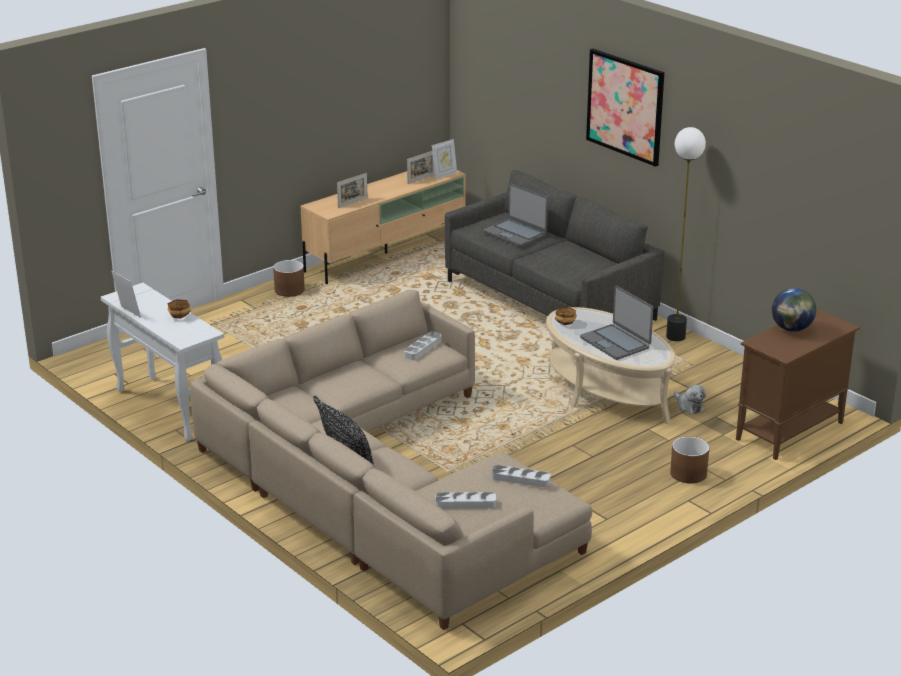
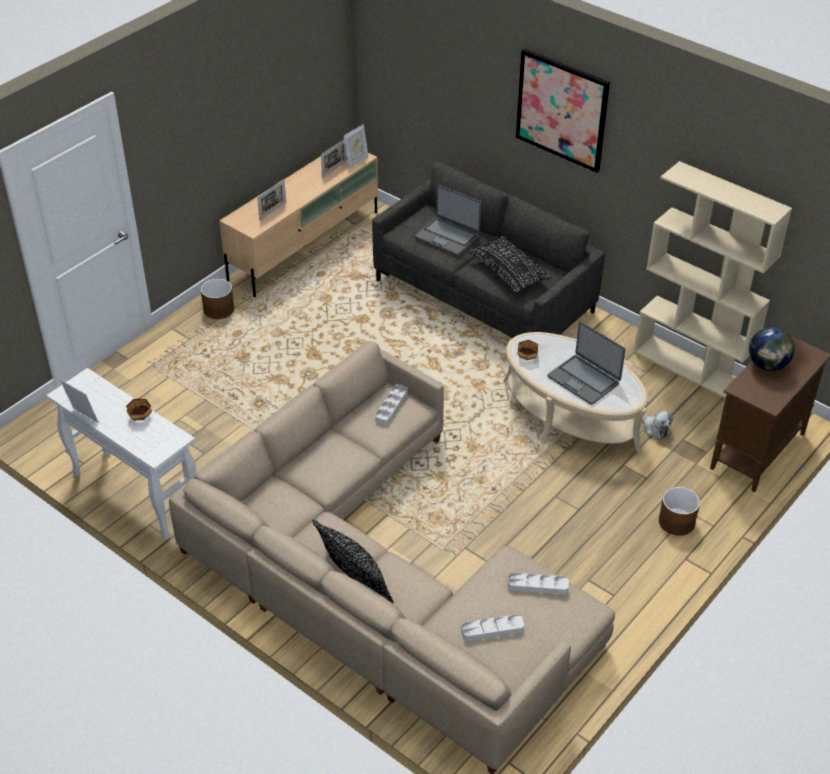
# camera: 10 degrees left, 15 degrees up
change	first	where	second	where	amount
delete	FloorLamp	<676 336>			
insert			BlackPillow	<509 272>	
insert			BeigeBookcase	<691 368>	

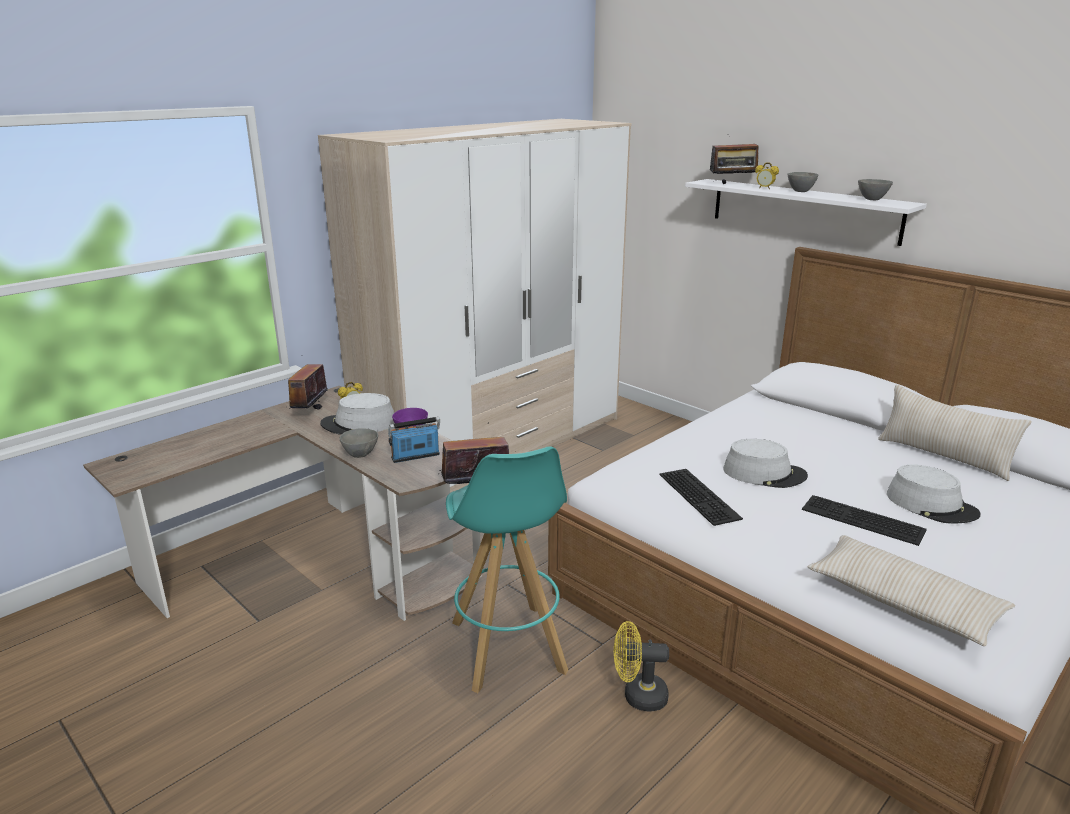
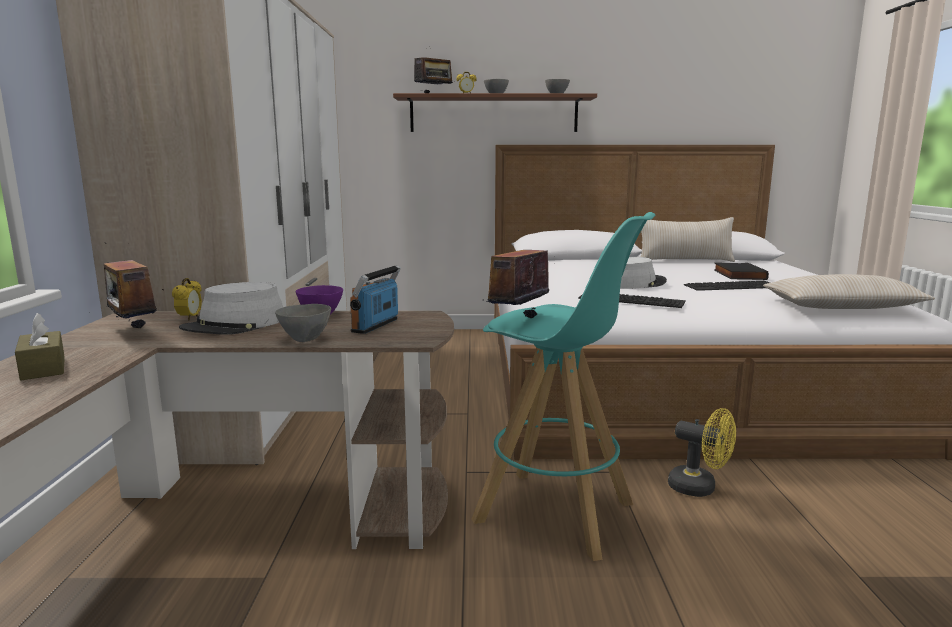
# camera: 45 degrees left, 10 degrees down
change	first	where	second	where	amount
rotate	YellowFan	<638 696>		<699 488>	105 degrees counterclockwise
recolor	WhiteShelf	<803 210>	BrownShelf	<494 114>	
replace	GreyHat	<931 505>	BlackBook	<738 275>	
insert			BrownTissueBox	<43 368>	

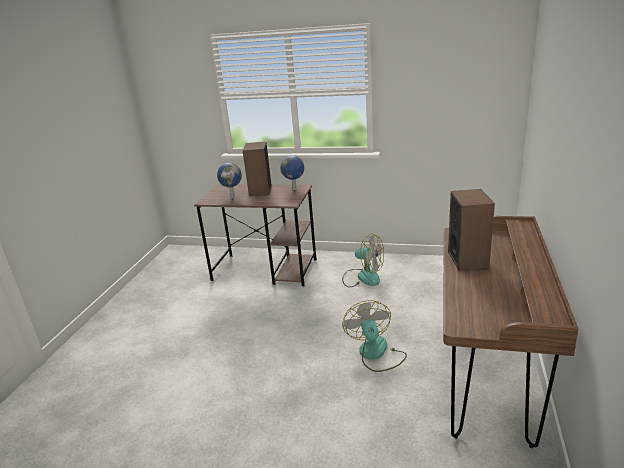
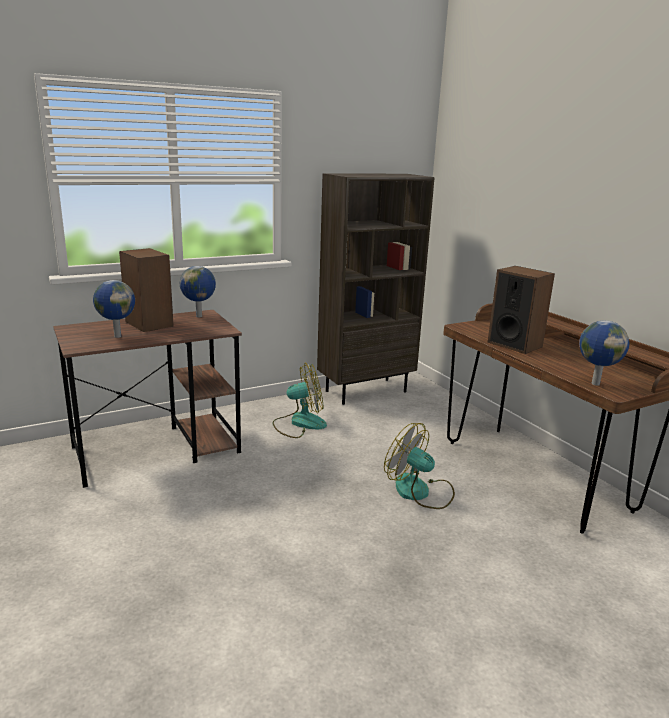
# camera: 45 degrees left, 5 degrees down
change	first	where	second	where	amount
insert			BrownBookcase	<366 391>	
insert			Globe	<595 383>	

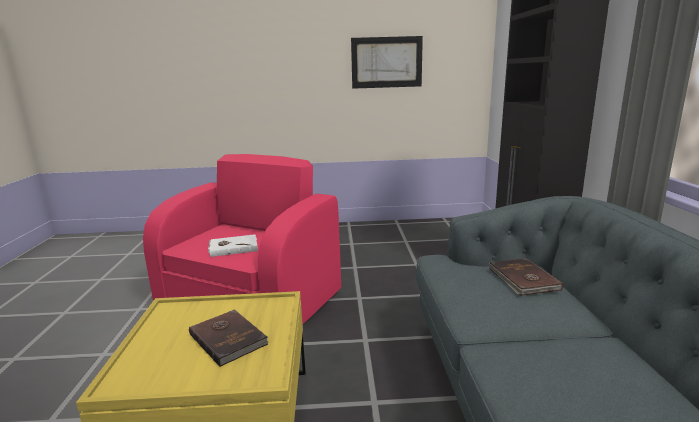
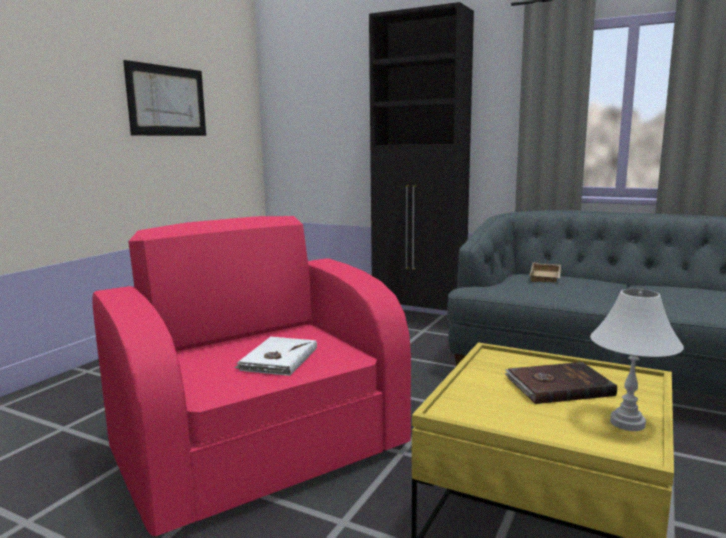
# camera: 60 degrees left, 5 degrees down
change	first	where	second	where	amount
replace	BrownBook	<522 279>	BeigeTray	<546 277>	
insert			WhiteTableLamp	<628 423>	

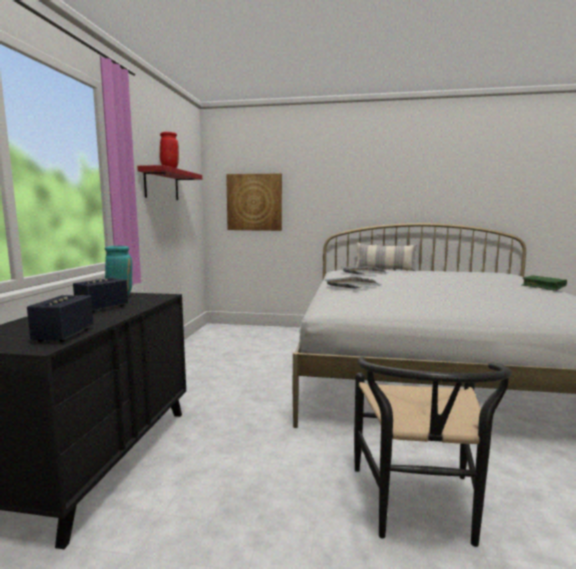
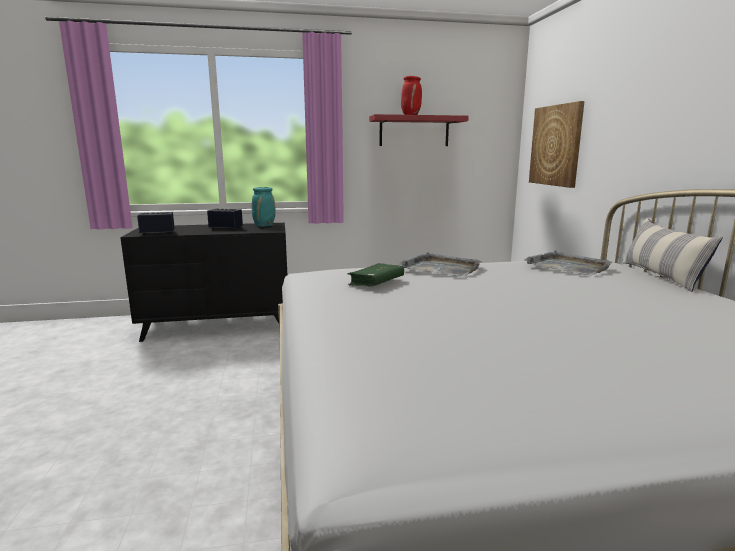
# camera: 70 degrees right, 5 degrees up
change	first	where	second	where	amount
delete	BlackChair	<419 510>			
move	GreenBook	<543 287>		<376 282>	

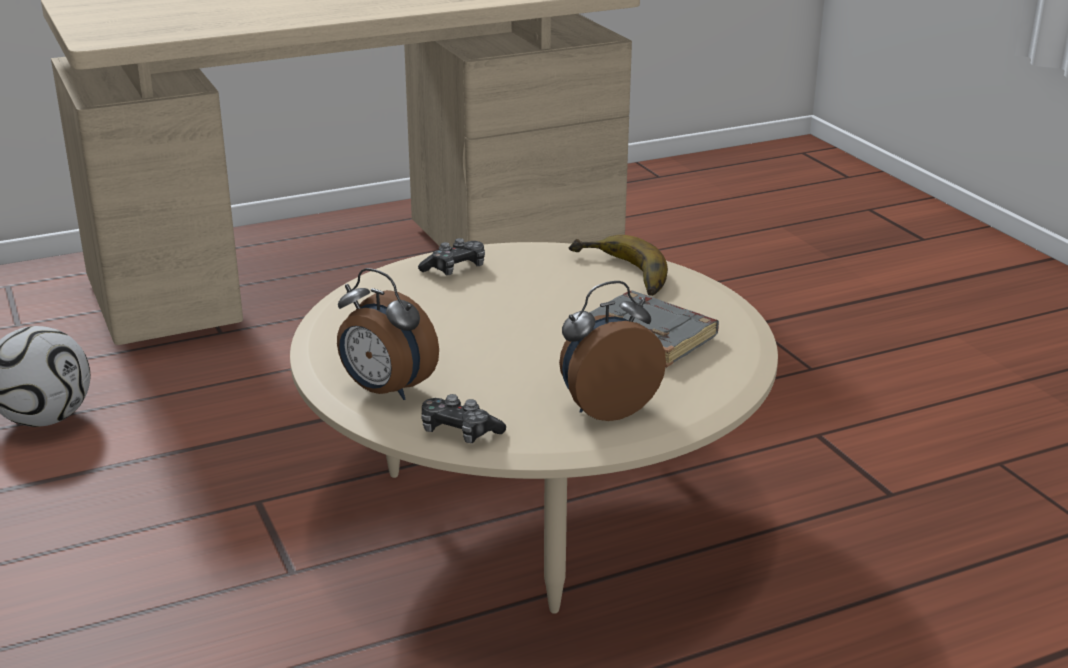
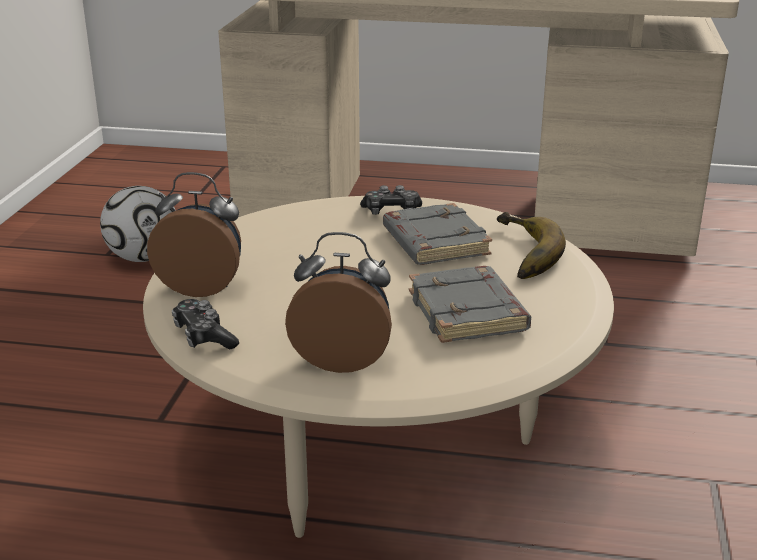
# camera: 35 degrees right, 0 degrees up
change	first	where	second	where	amount
rotate	AlarmClock	<385 391>		<202 286>	120 degrees clockwise
insert			GreyBook	<433 242>	

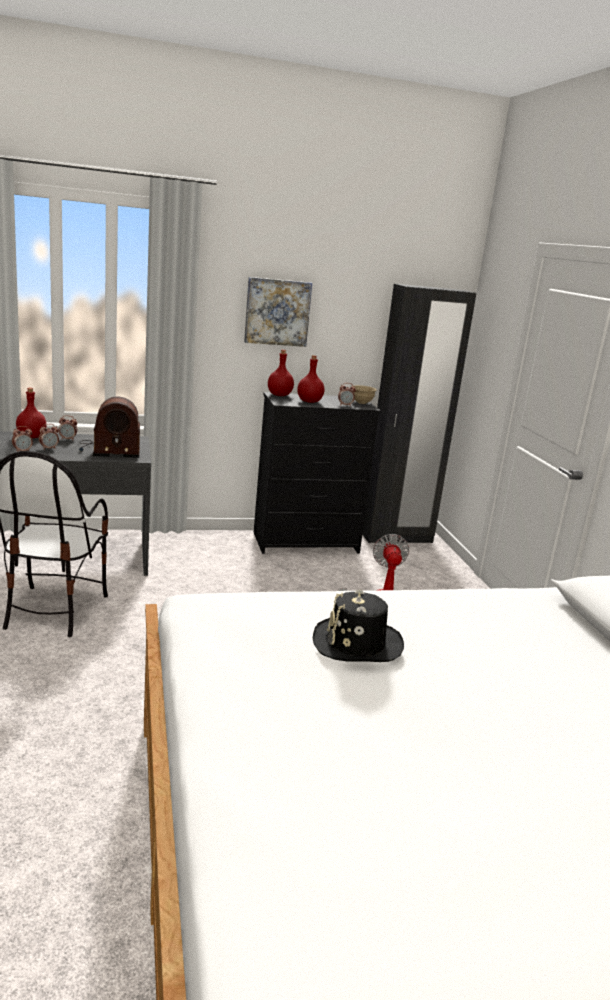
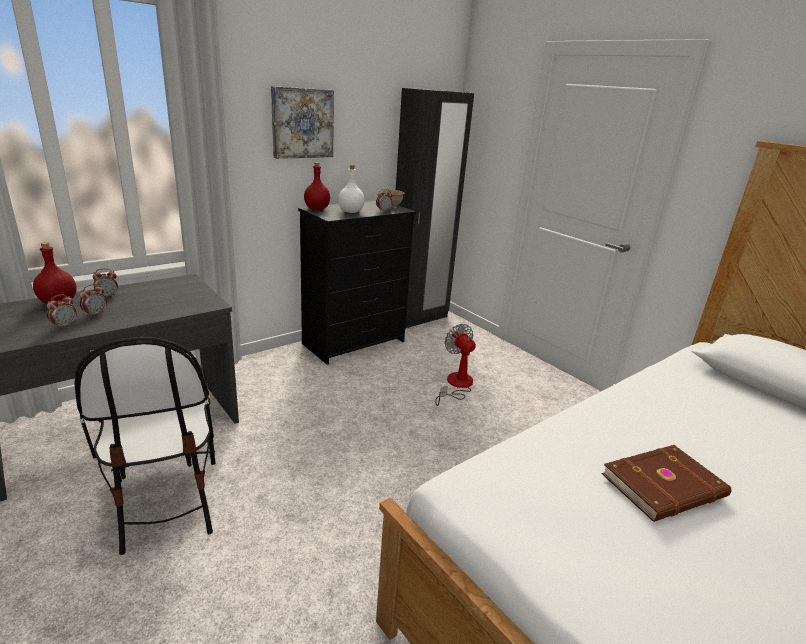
# camera: 25 degrees left, 5 degrees up
change	first	where	second	where	amount
delete	Radio	<109 450>			
recolor	RedBottle	<309 401>	WhiteBottle	<350 212>	
replace	BlackHat	<357 643>	BrownBook	<665 487>	

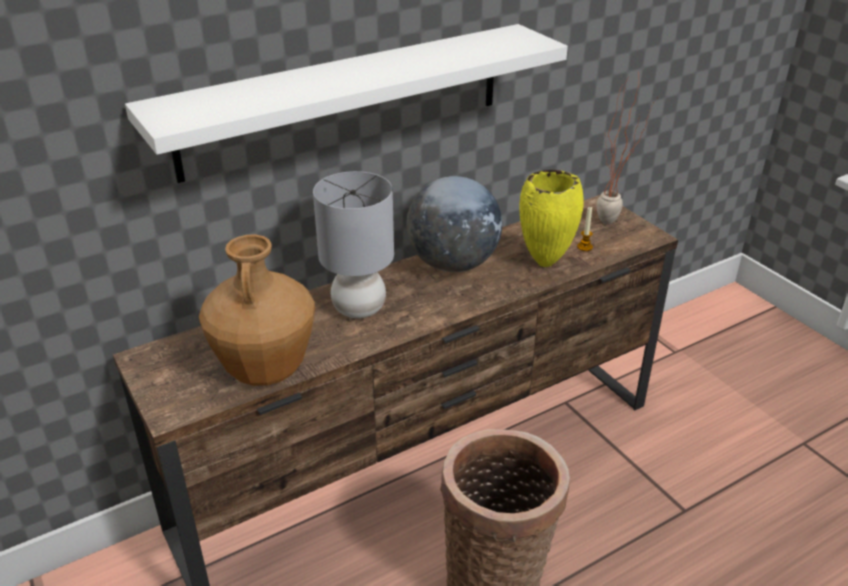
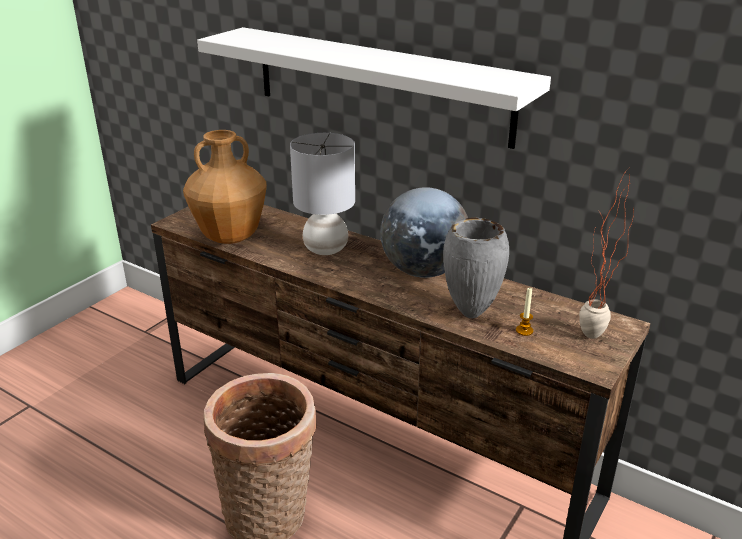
# camera: 65 degrees right, 5 degrees down
change	first	where	second	where	amount
recolor	YellowVase	<545 264>	GreyVase	<469 314>	

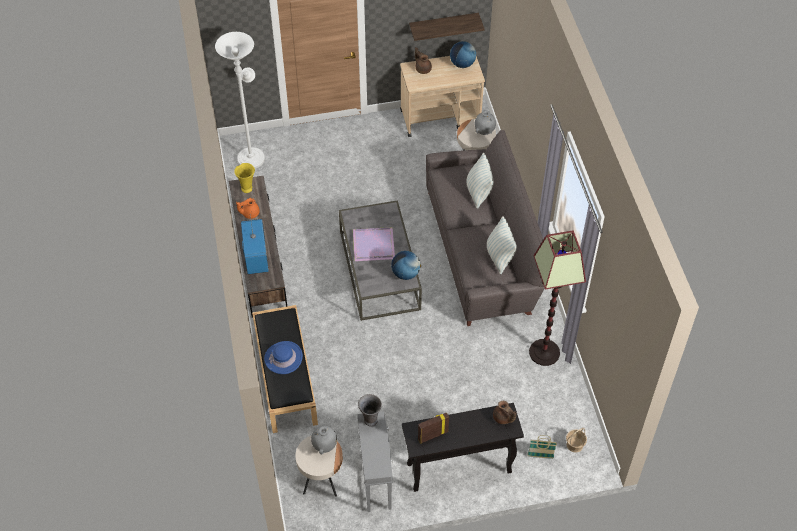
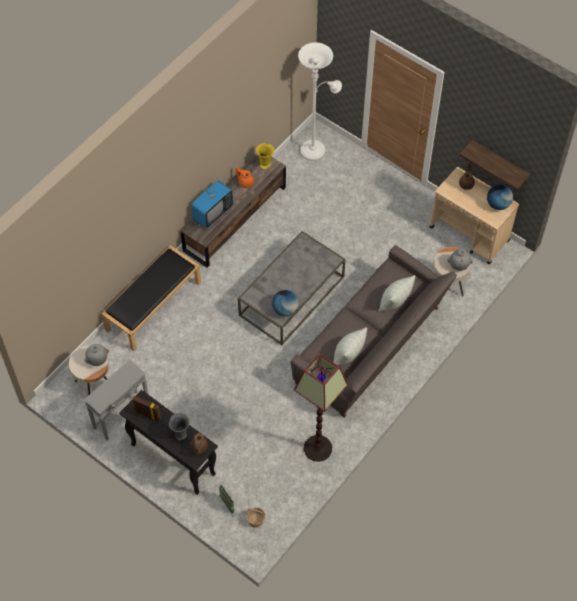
# camera: 50 degrees right, 5 degrees up
change	first	where	second	where	amount
delete	BlueHat	<283 358>			
delete	PurpleTray	<374 244>			
move	GreyVase	<370 420>		<180 434>	

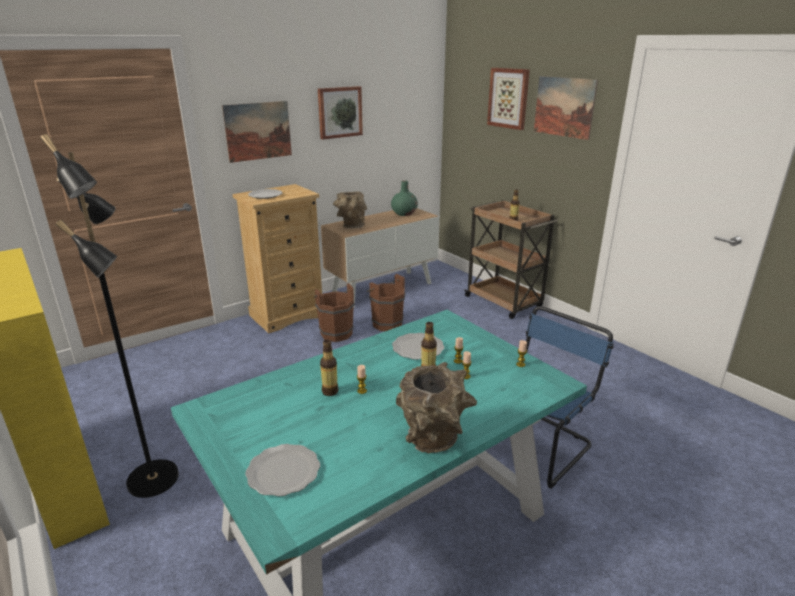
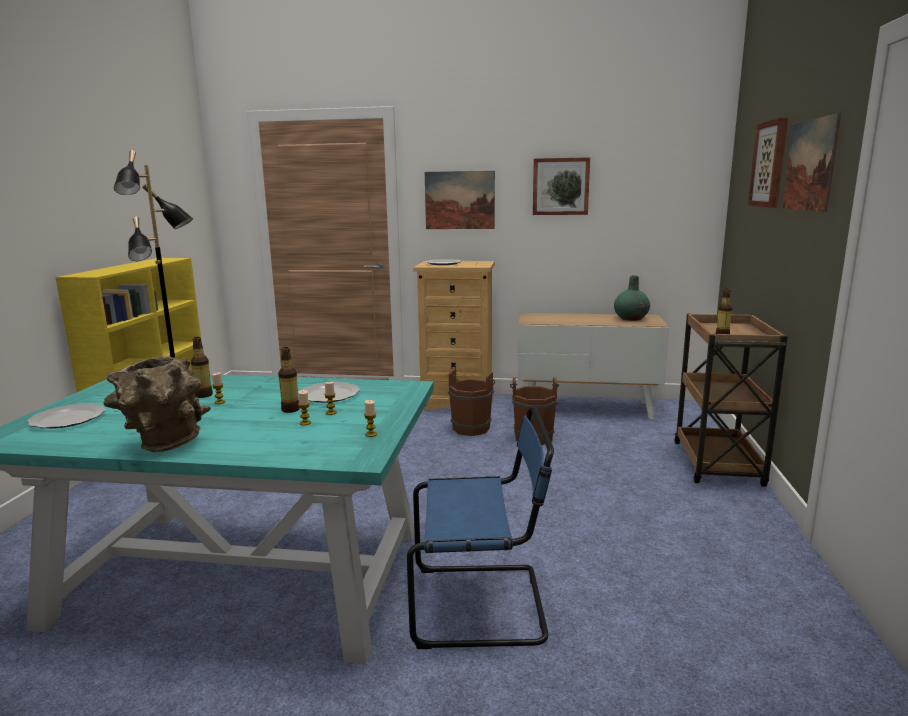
# camera: 45 degrees right, 10 degrees down
change	first	where	second	where	amount
delete	BrownVase	<351 226>			

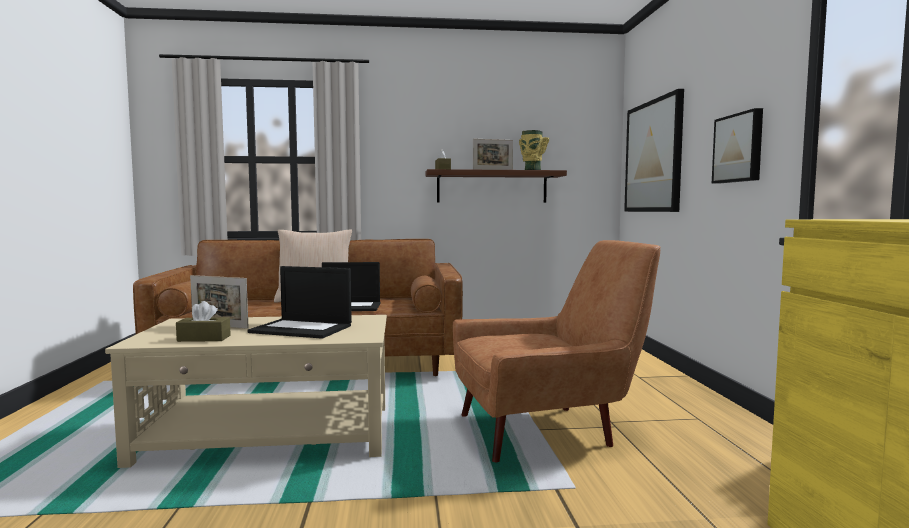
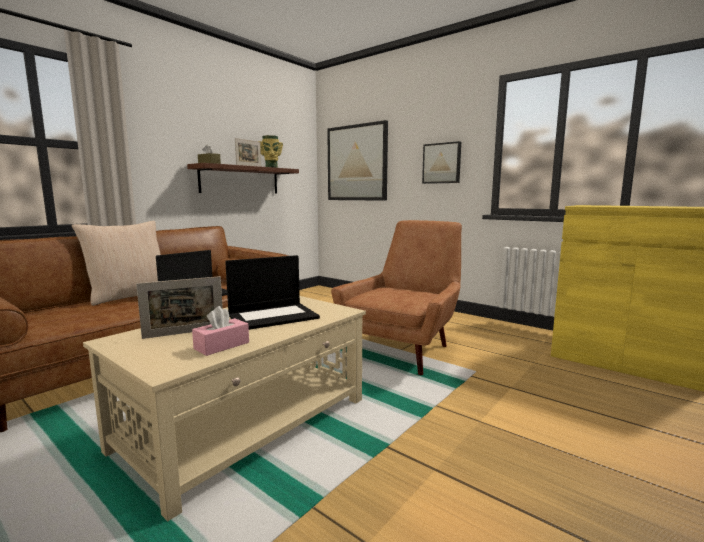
# camera: 45 degrees left, 5 degrees up
change	first	where	second	where	amount
recolor	BrownTissueBox	<204 338>	PinkTissueBox	<222 346>	

